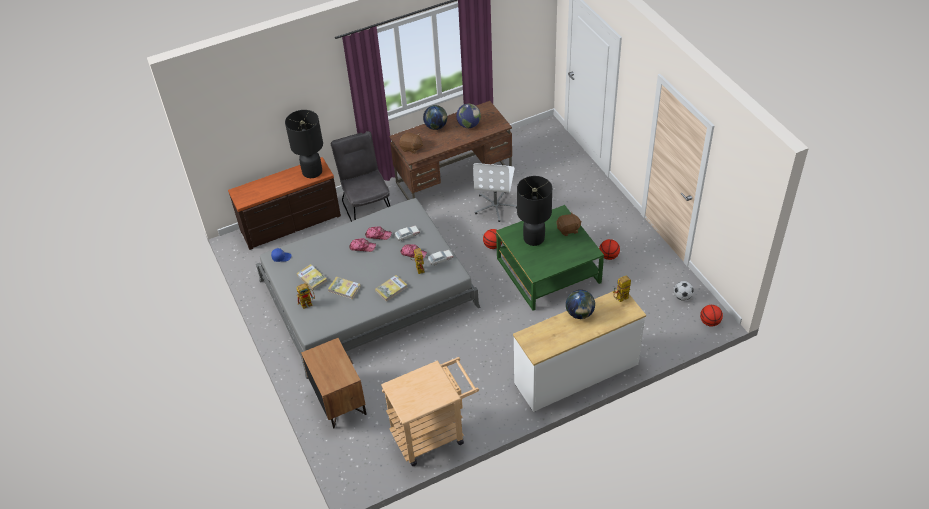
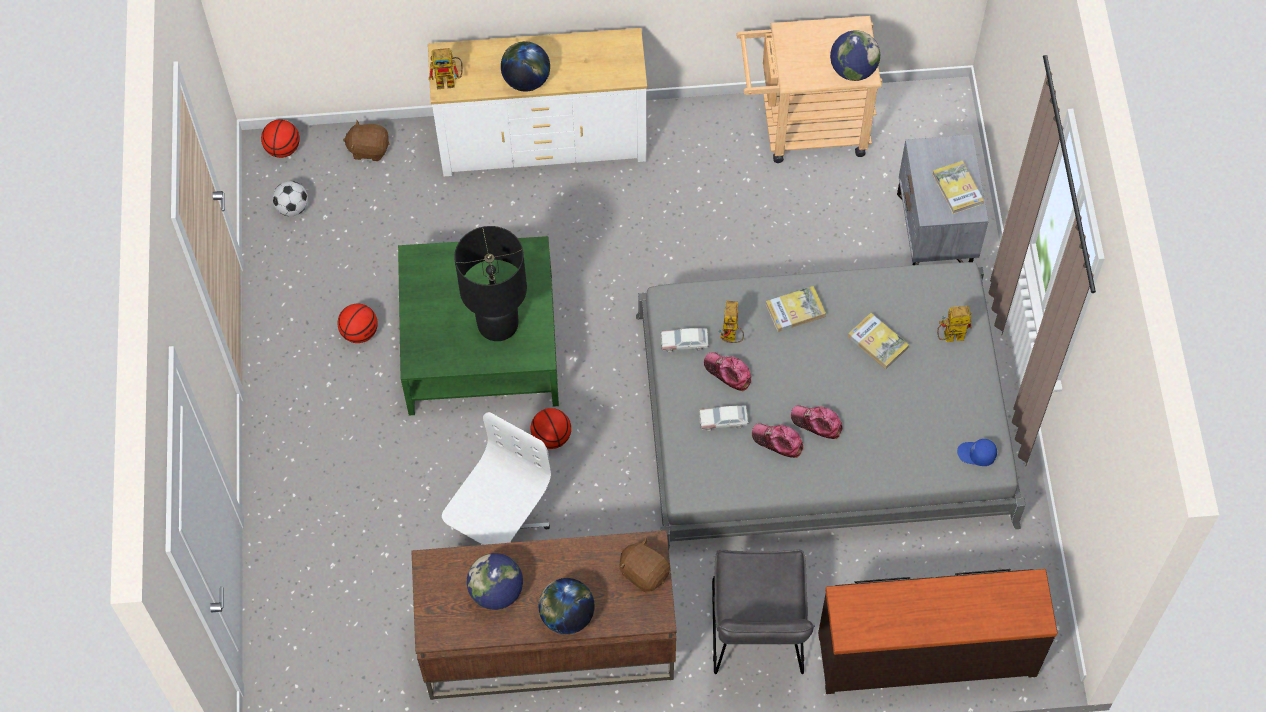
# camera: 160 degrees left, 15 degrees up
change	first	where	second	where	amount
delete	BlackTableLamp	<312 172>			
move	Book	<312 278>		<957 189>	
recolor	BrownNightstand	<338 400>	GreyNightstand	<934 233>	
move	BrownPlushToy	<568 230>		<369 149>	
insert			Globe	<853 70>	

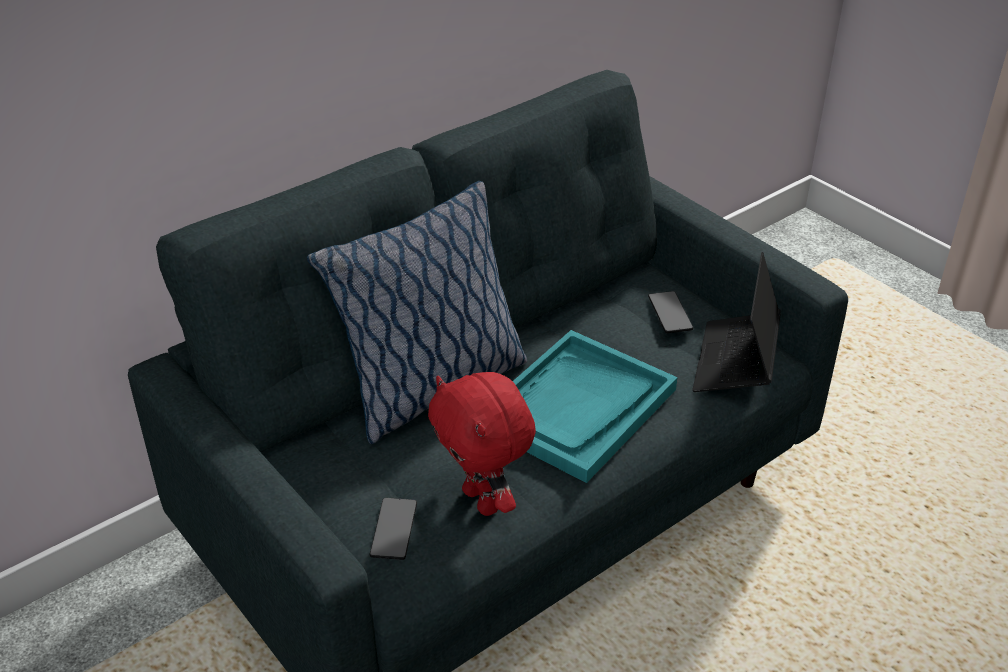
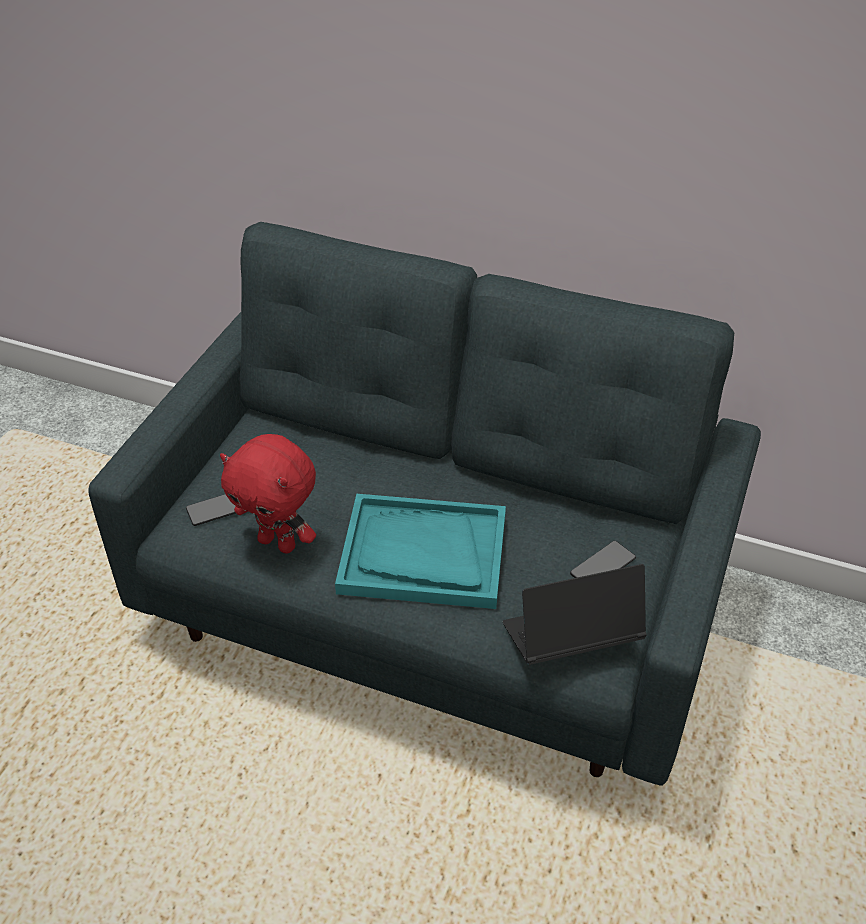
# camera: 60 degrees right, 5 degrees up
change	first	where	second	where	amount
delete	Pillow	<431 388>			
rotate	RedPlushToy	<483 500>		<279 543>	90 degrees counterclockwise

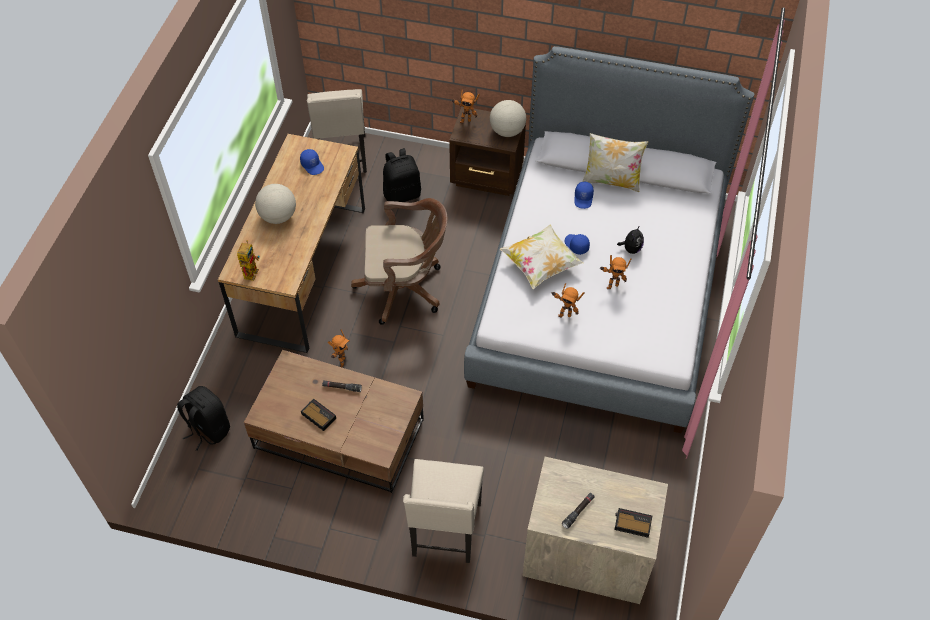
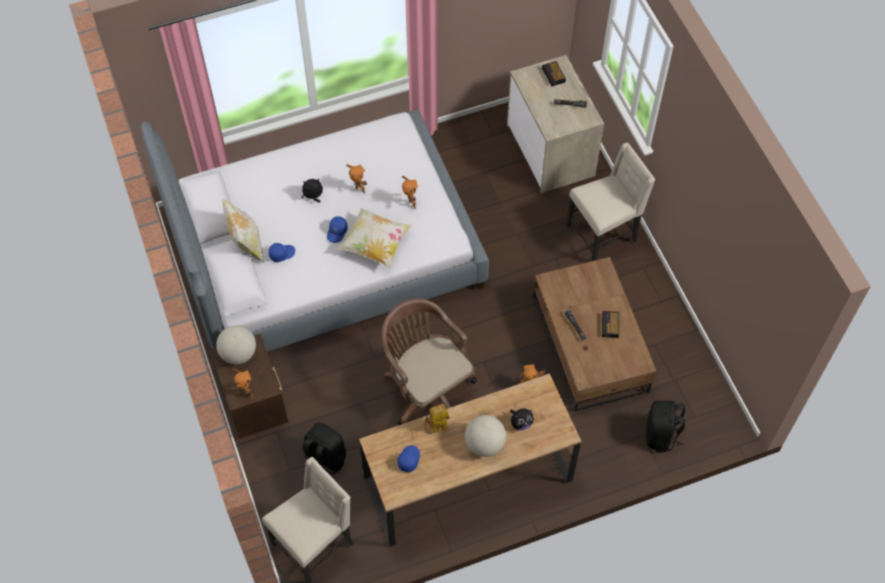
# camera: 125 degrees left, 5 degrees up
change	first	where	second	where	amount
move	ToyRobot	<251 270>		<435 429>	
insert			PlushToy	<521 423>	

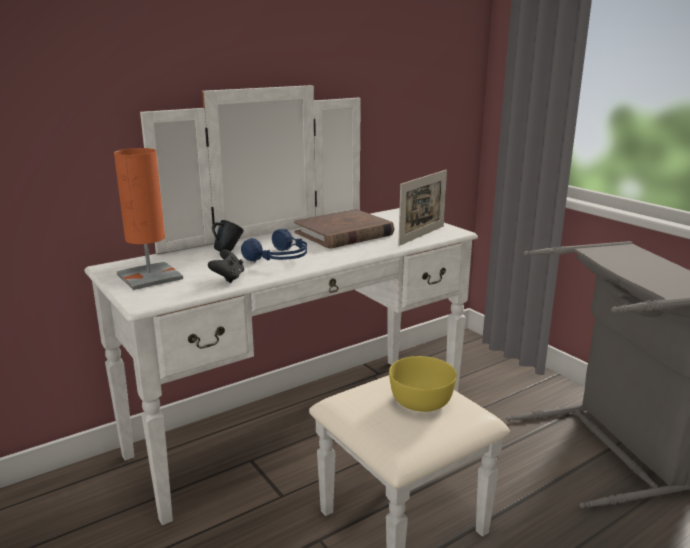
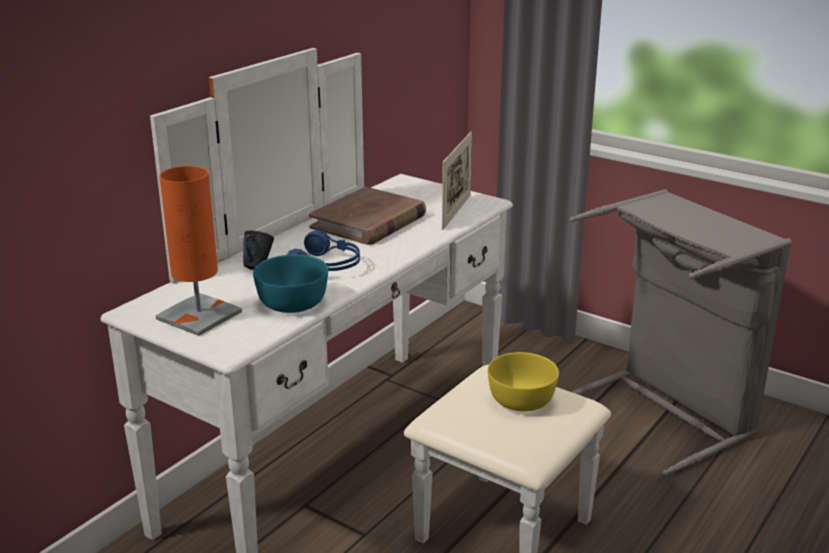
# camera: 20 degrees left, 5 degrees up
change	first	where	second	where	amount
replace	BlackGameController	<228 278>	TurquoiseBowl	<293 303>	

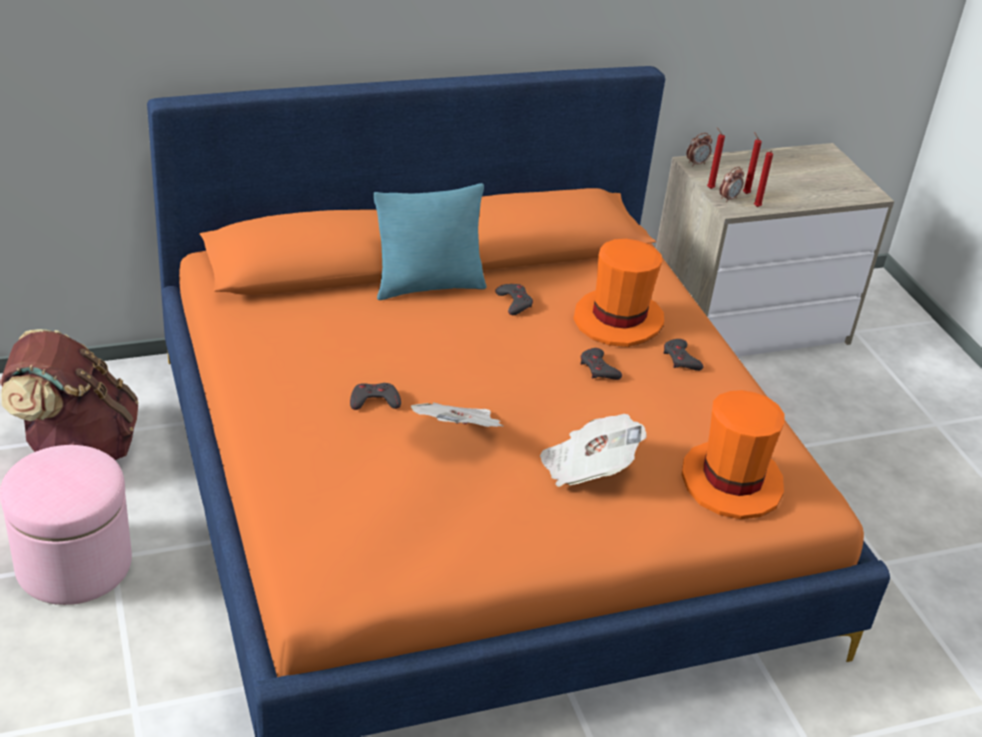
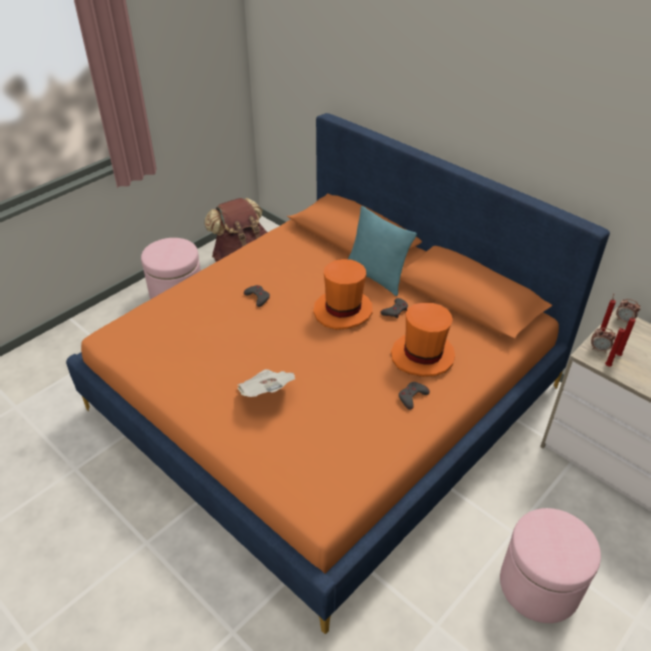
# camera: 65 degrees right, 5 degrees up
change	first	where	second	where	amount
delete	Newspaper	<458 433>			
delete	GreyGameController	<598 369>			
move	OrangeHat	<731 482>		<343 311>	
insert			PinkOttoman	<539 585>	

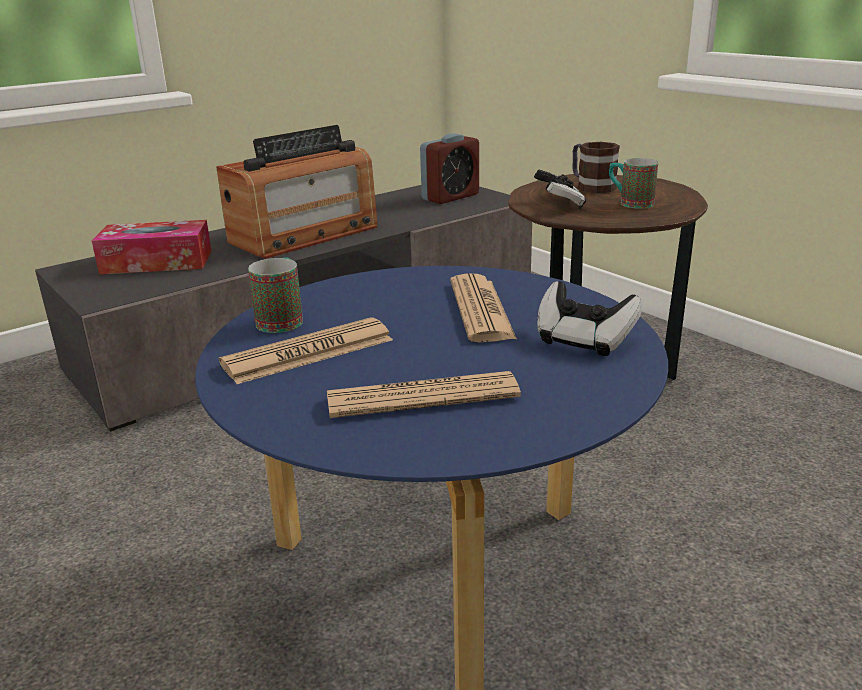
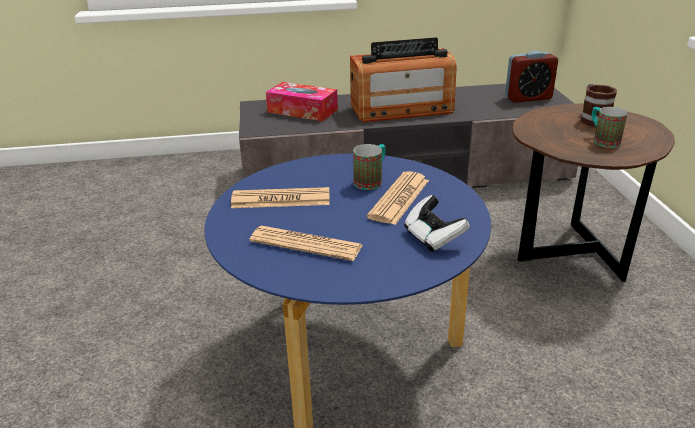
# camera: 30 degrees right, 5 degrees up
change	first	where	second	where	amount
move	Mug	<282 319>		<371 181>	
delete	GameController	<559 205>			

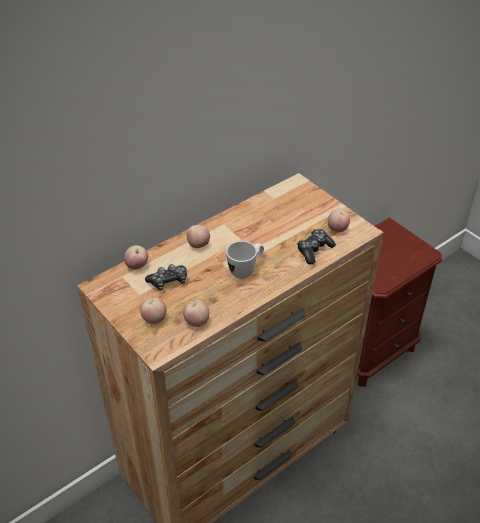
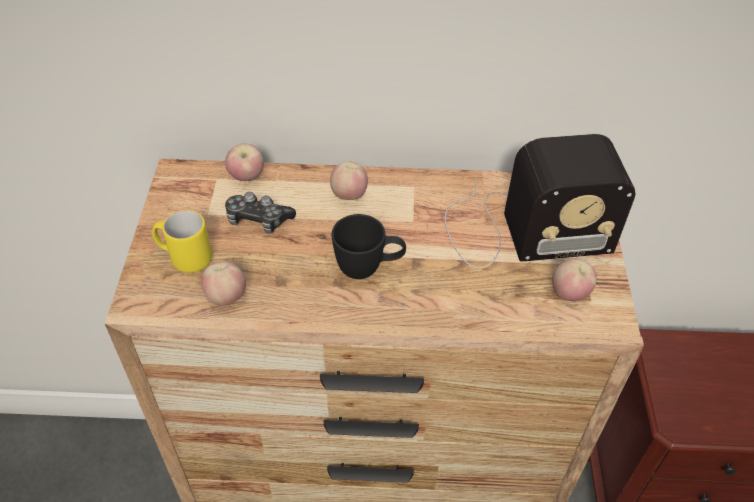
# camera: 40 degrees right, 5 degrees up
change	first	where	second	where	amount
replace	Apple	<154 319>	YellowMug	<185 258>	
recolor	WhiteMug	<246 270>	BlackMug	<368 268>	
delete	GameController	<314 250>			
insert			Radio	<520 230>	

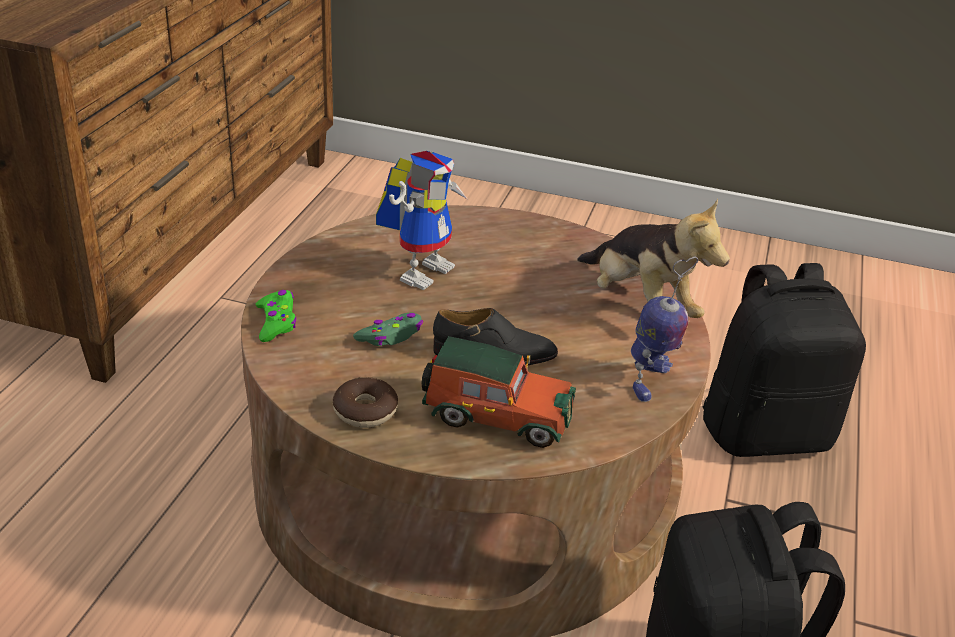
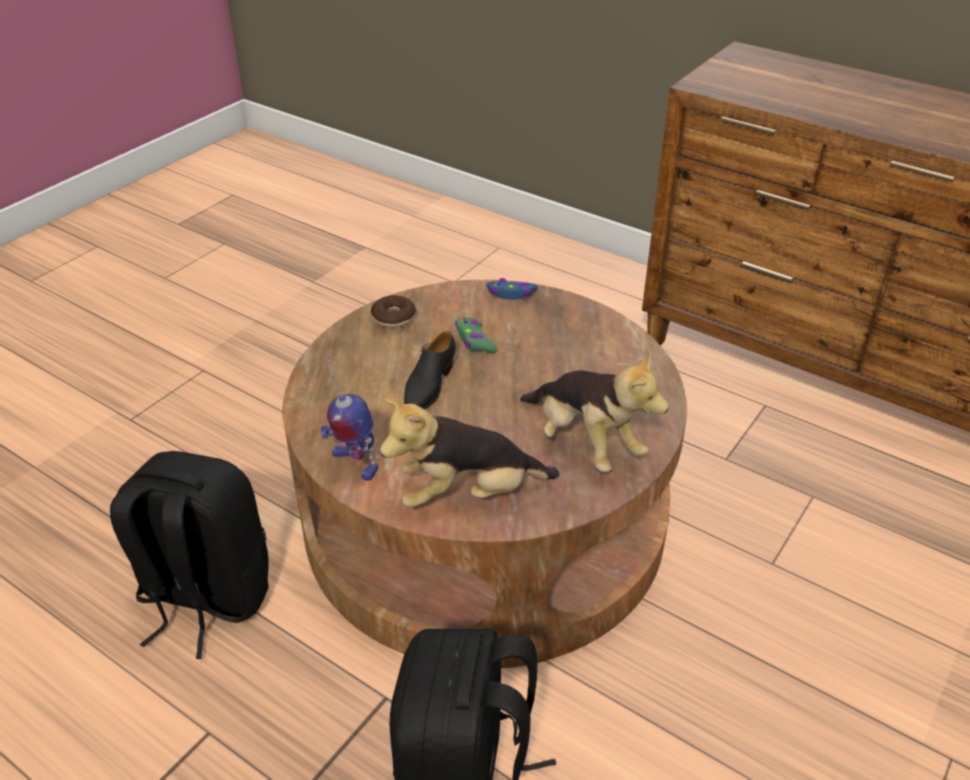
# camera: 110 degrees right, 5 degrees up
change	first	where	second	where	amount
recolor	GreenGameController	<276 322>	BlueGameController	<511 294>	
delete	ToyRobot	<422 269>			
delete	ToyCar	<495 414>			
insert			PlushToy	<585 443>	

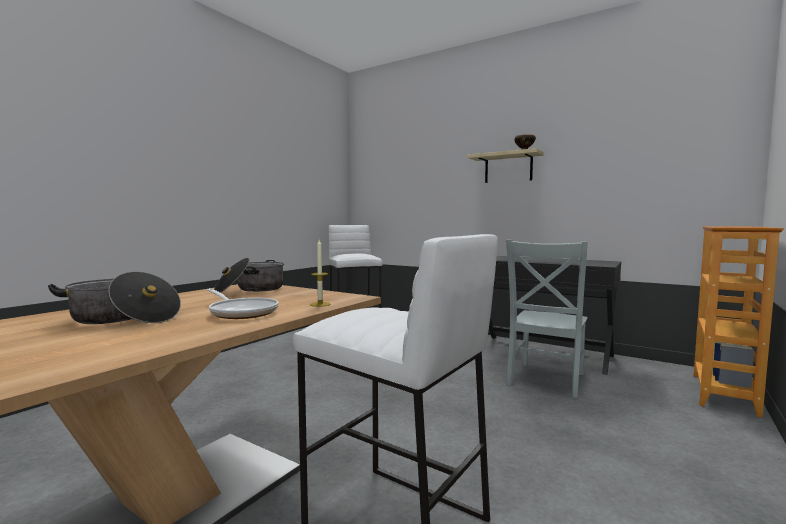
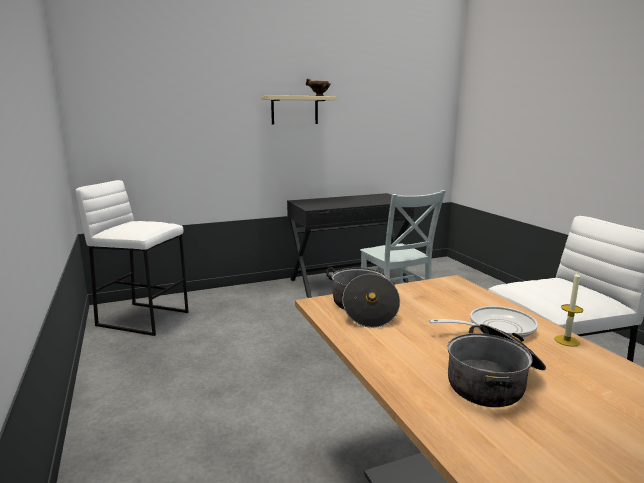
# camera: 55 degrees left, 10 degrees up
change	first	where	second	where	amount
move	Candle	<320 304>		<566 340>	
delete	Bookcase	<725 394>			

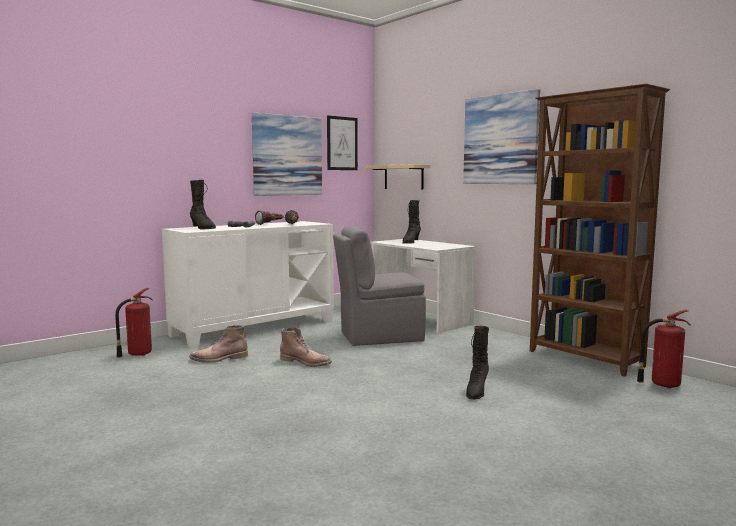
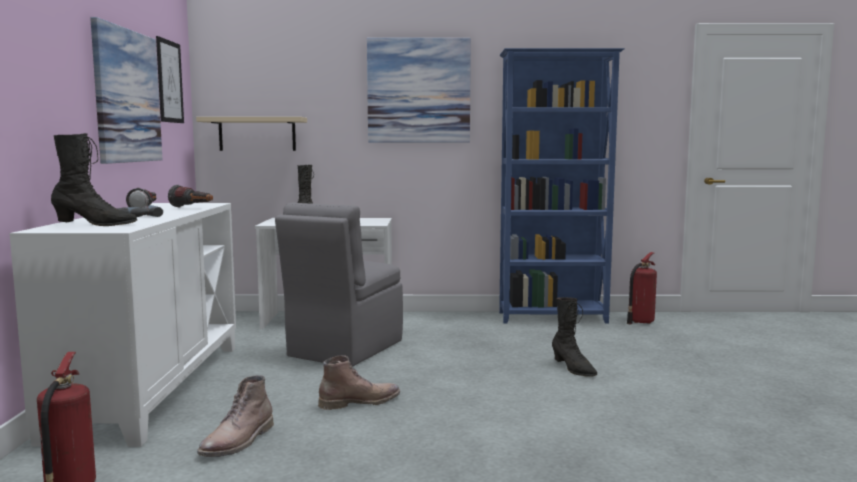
# camera: 50 degrees left, 0 degrees up
change	first	where	second	where	amount
recolor	BrownBookcase	<585 359>	BlueBookcase	<553 318>	

